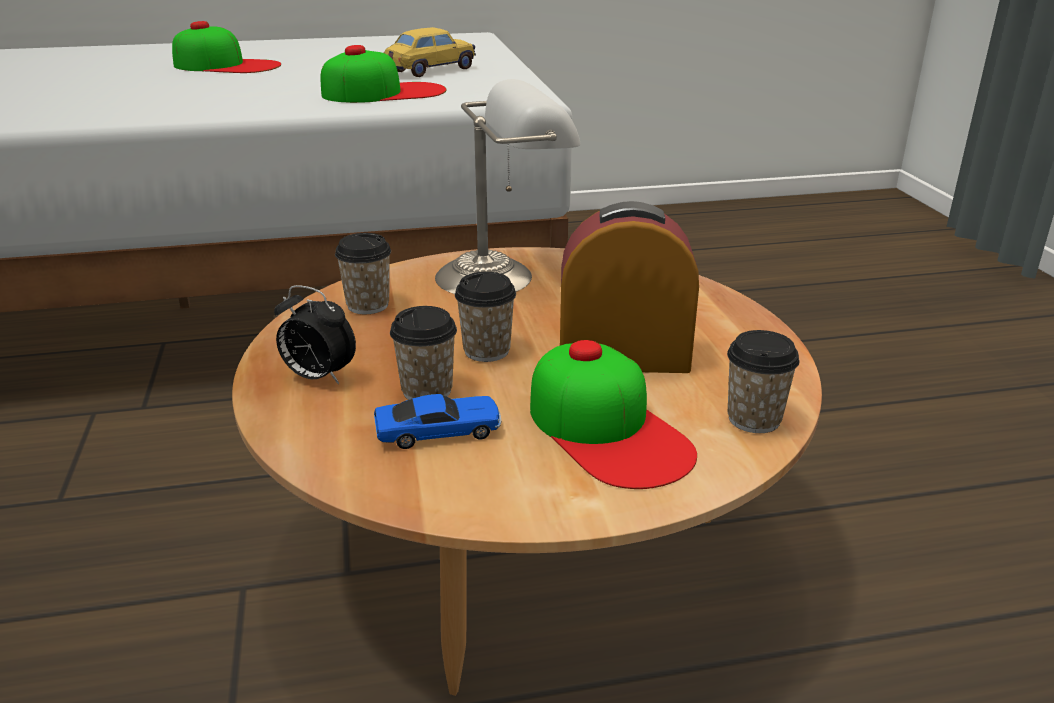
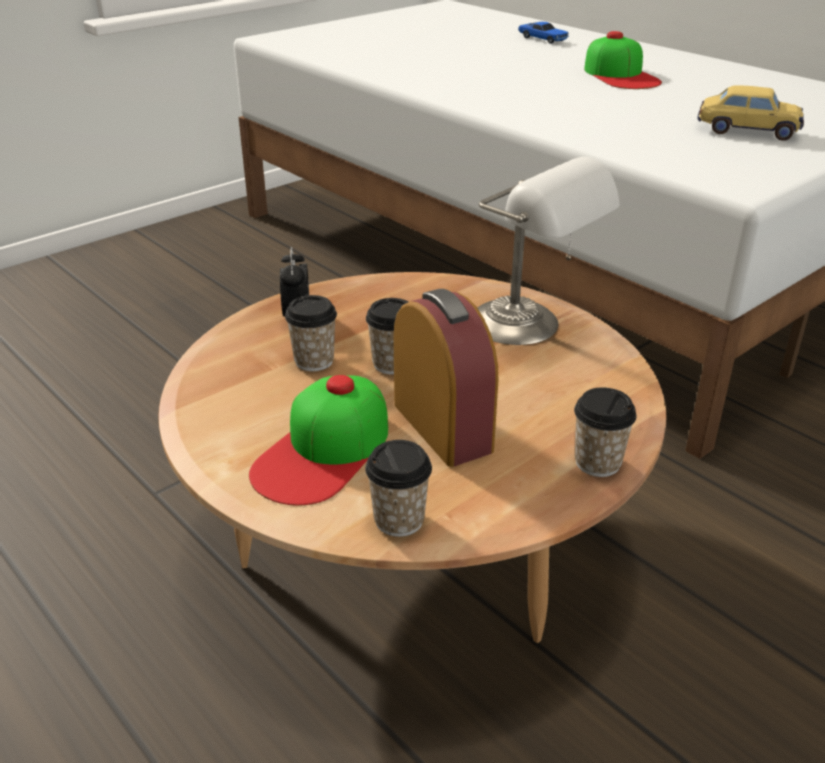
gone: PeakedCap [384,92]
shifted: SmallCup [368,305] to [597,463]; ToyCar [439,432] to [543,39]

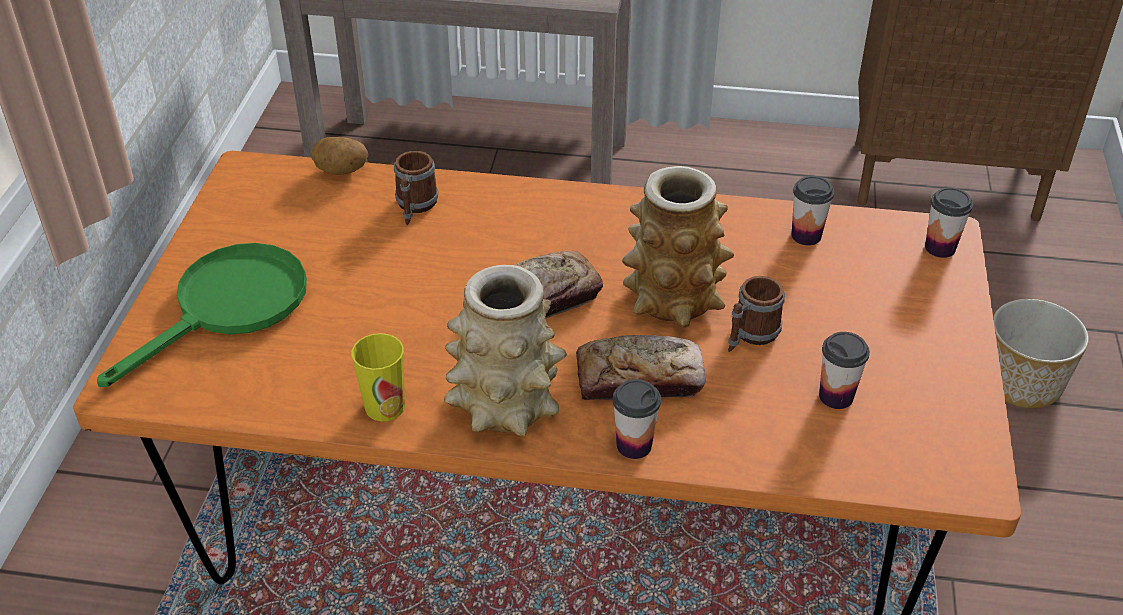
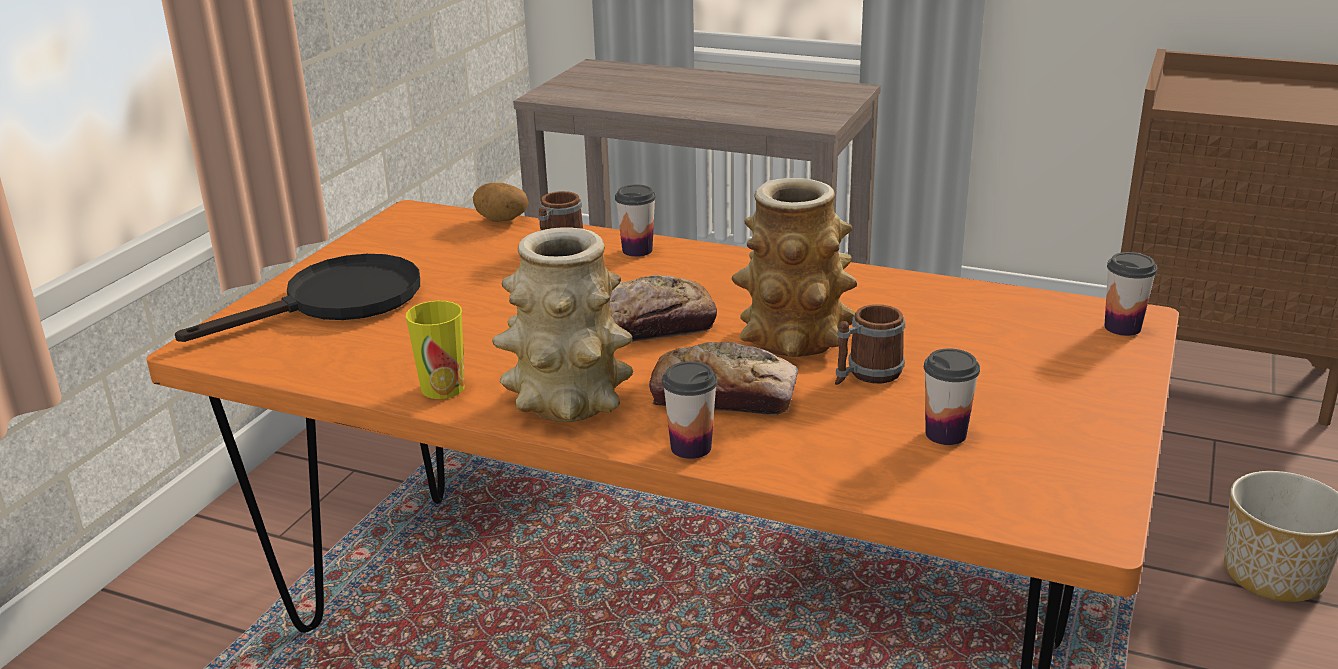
shifted: SmallCup [806,236] to [637,250]
repainted: GreenishPan [229,307] to BlackishPan [336,302]

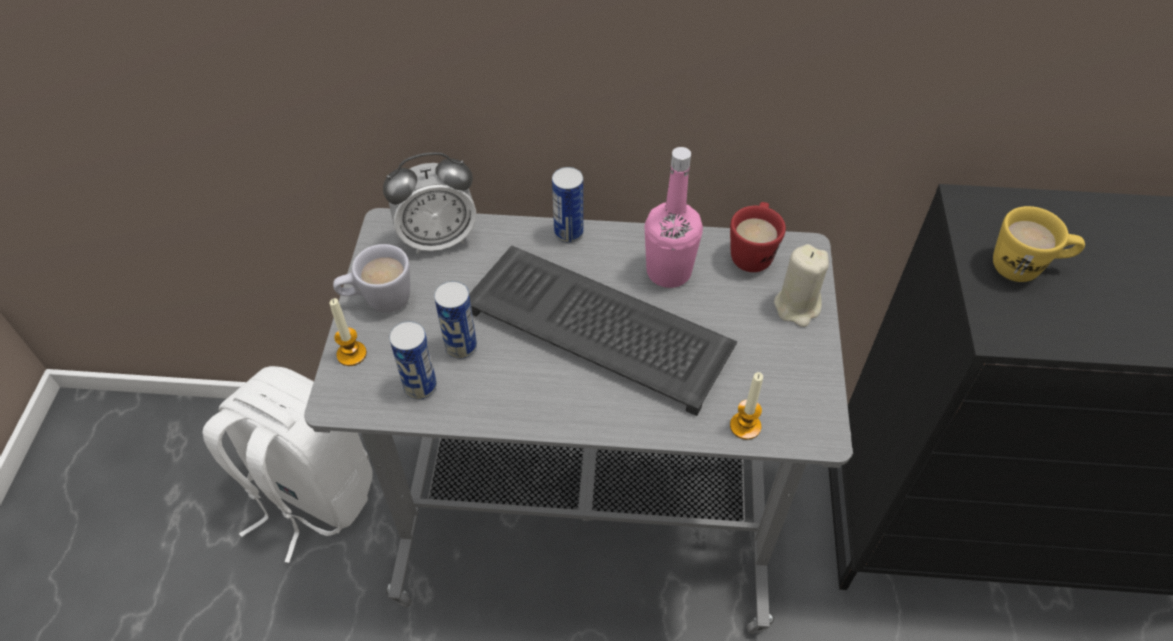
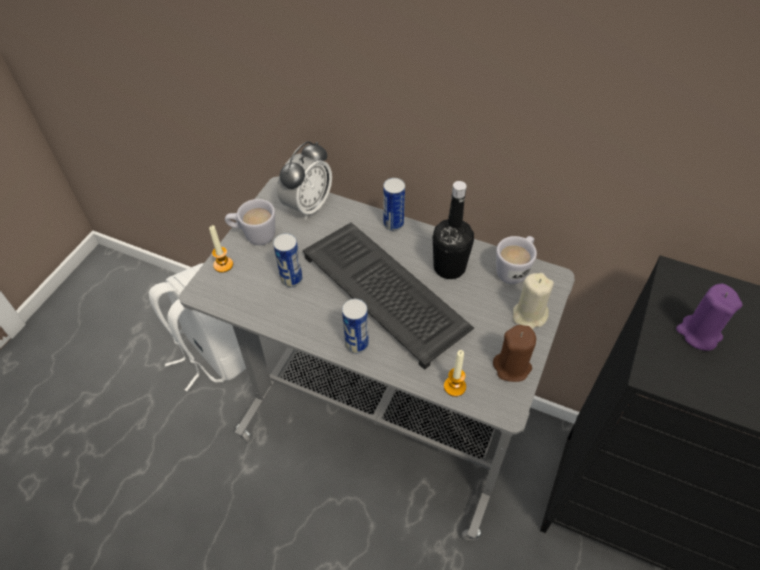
new: BrownColouredWaxLight [512,366]
shifted: MetalCan [420,386] to [356,344]
swapped: YellowColouredCoffeeMug [1026,268] to PurpleWaxLight [698,333]
repainted: PinkishBottle [668,272] to BlackishBottle [449,267]; RedCoffeeMug [753,252] to WhiteColouredCoffeeMug [514,269]
rotated: TableClock [438,239] = [308,206] 60 degrees counterclockwise

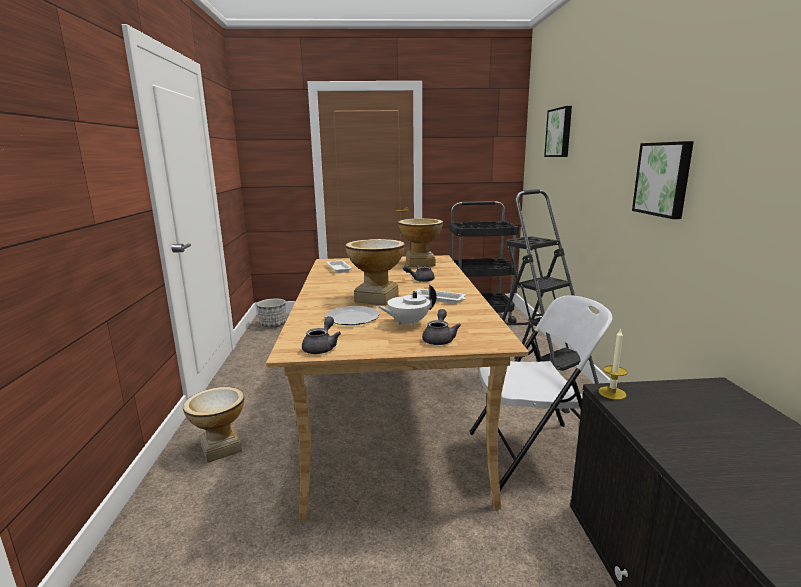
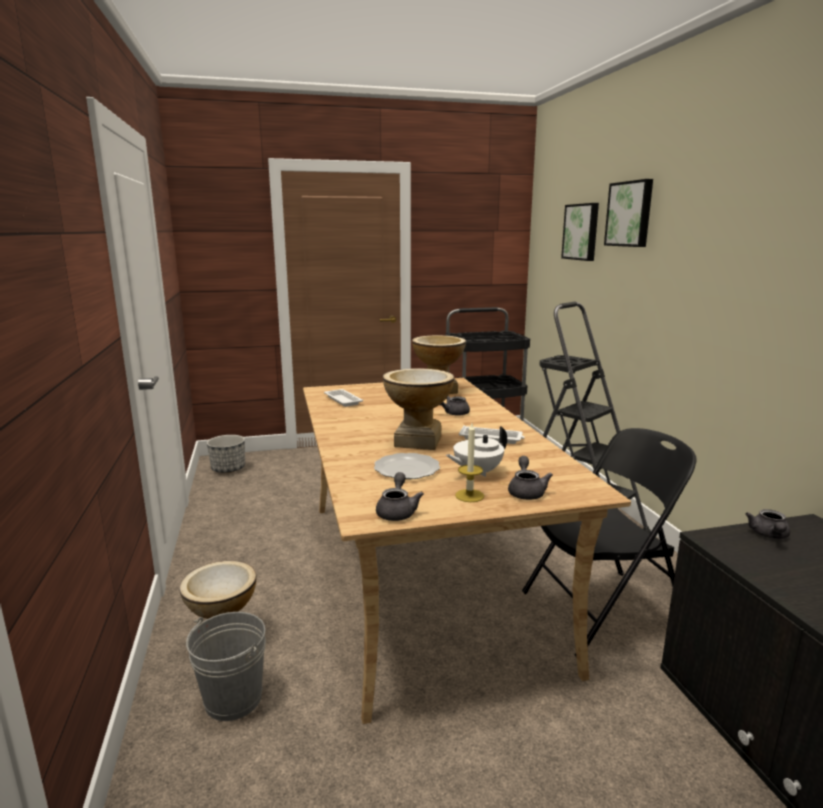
new: GrayTeaPot [769,535]; GrayBucket [233,699]
shifted: WallPicture [664,179] to [630,214]; WaxLight [612,393] to [469,495]
repainted: WhiteColouredPlainChair [534,455] to BlackishPlainChair [602,612]

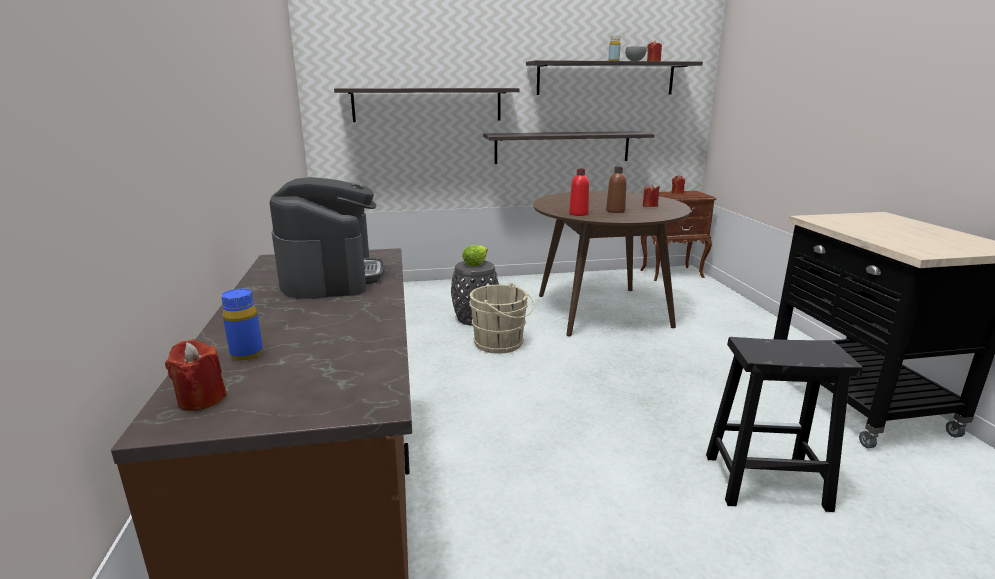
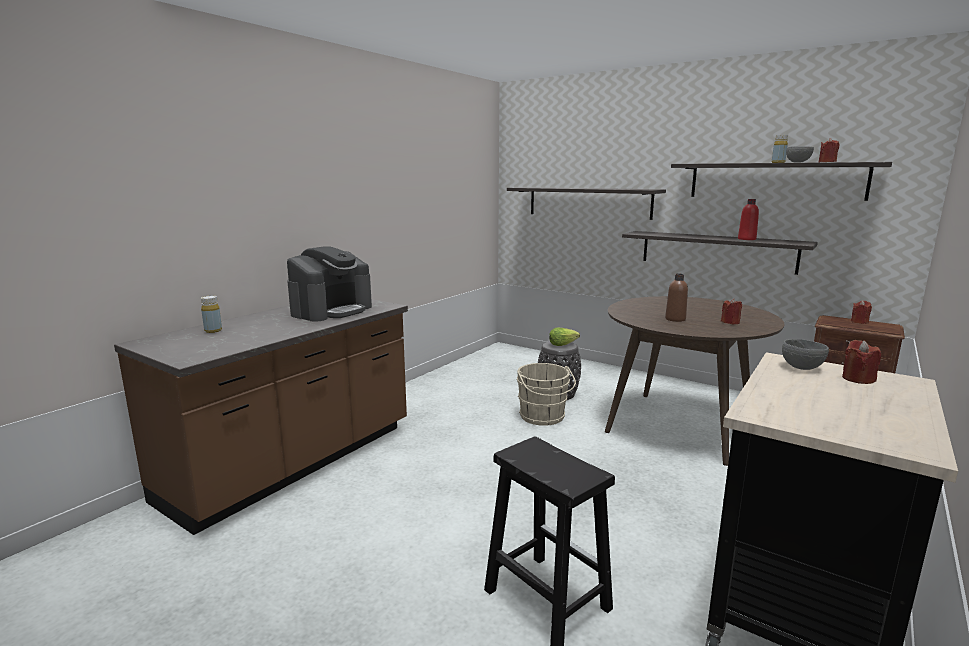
new: GrayBowl [801,368]
shifted: RedBottle [578,214] to [746,239]; RedWaxLight [201,399] to [858,379]
repainted: BluishBottle [247,354] to YellowColouredBottle [213,330]

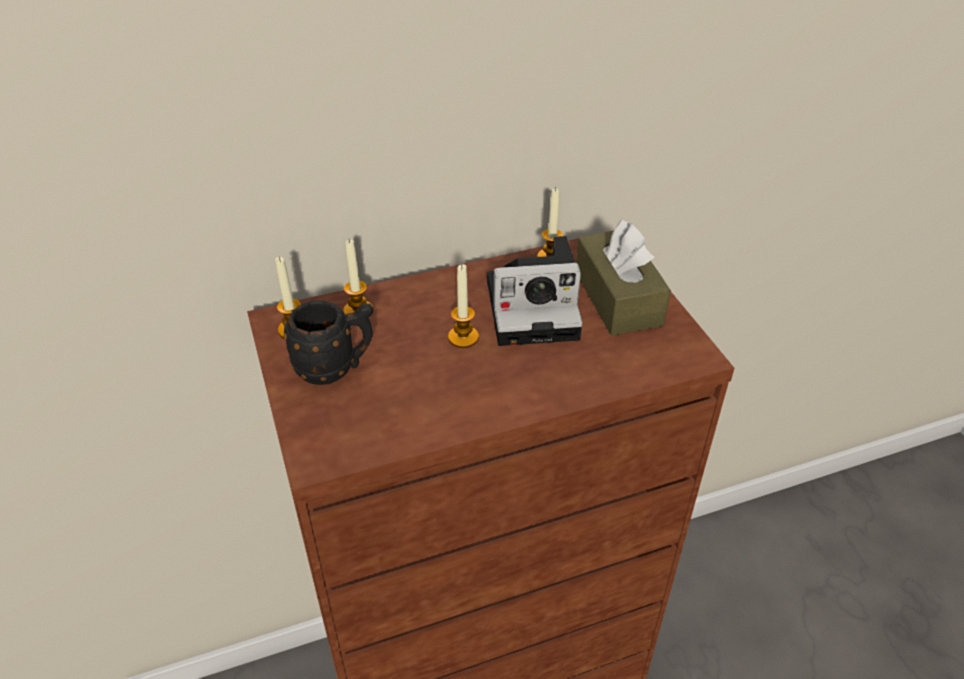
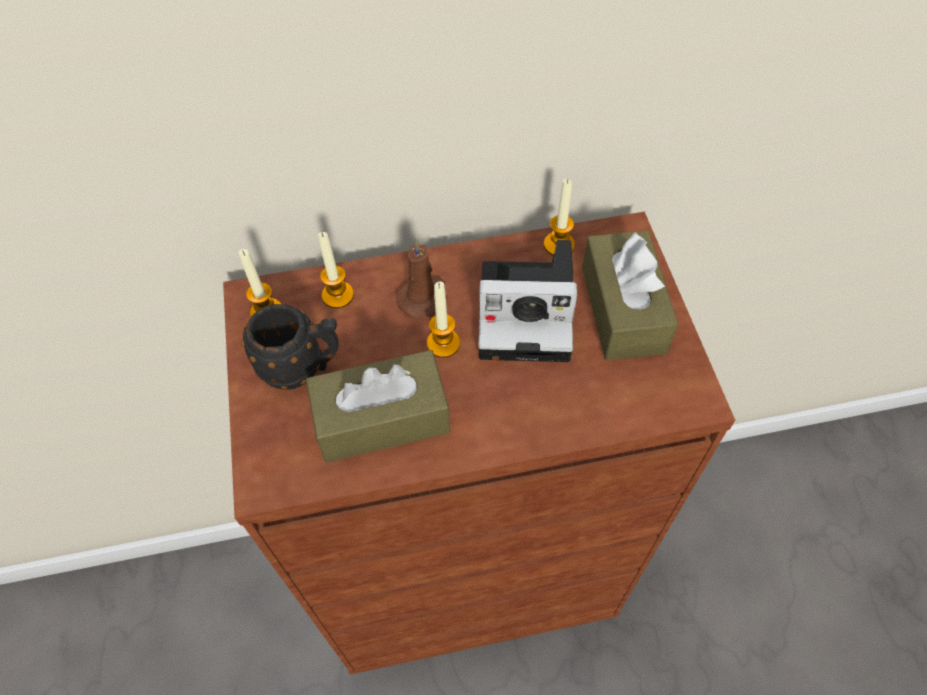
new: BrownColouredWaxLight [423,297]; BrownColouredBoxOfTissues [382,419]

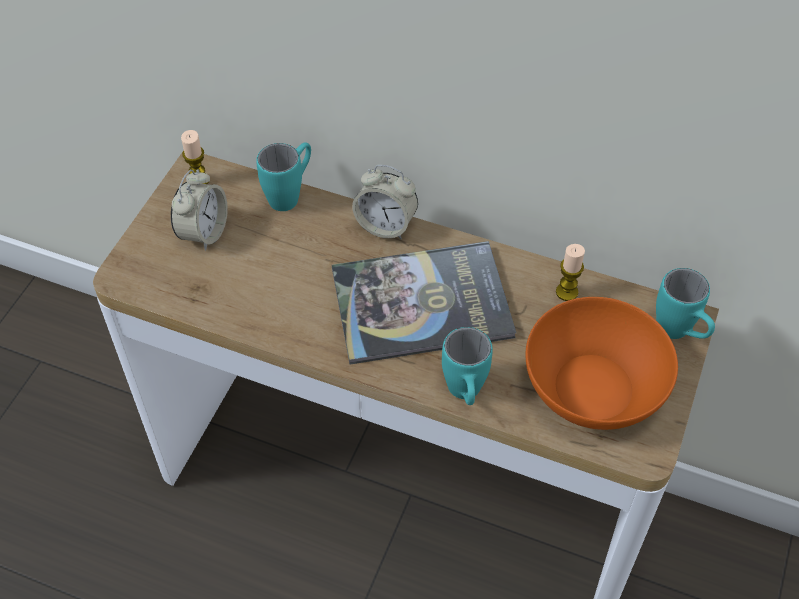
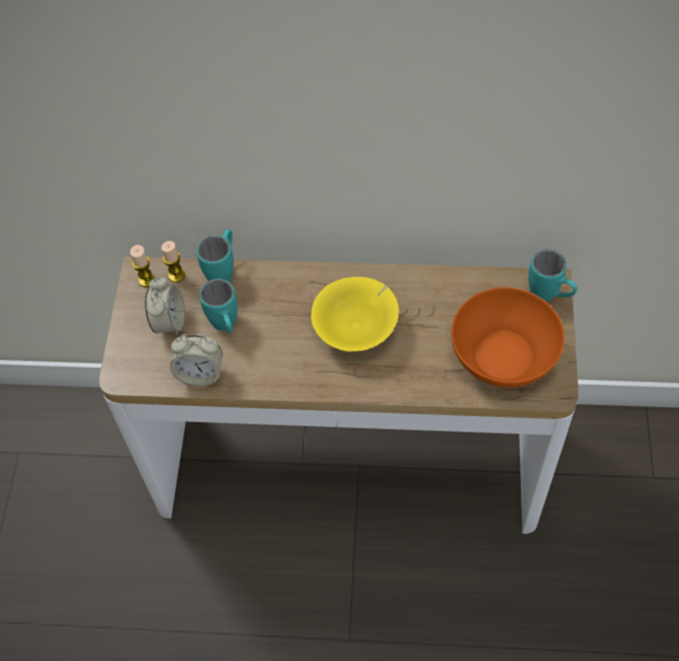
shifted: TableClock [385,225] to [200,373]; WaxLight [566,292] to [176,275]; BlueGreenCoffeeMug [465,395] to [226,327]
swapped: BoundBook [421,303] to YellowColouredBowl [357,329]

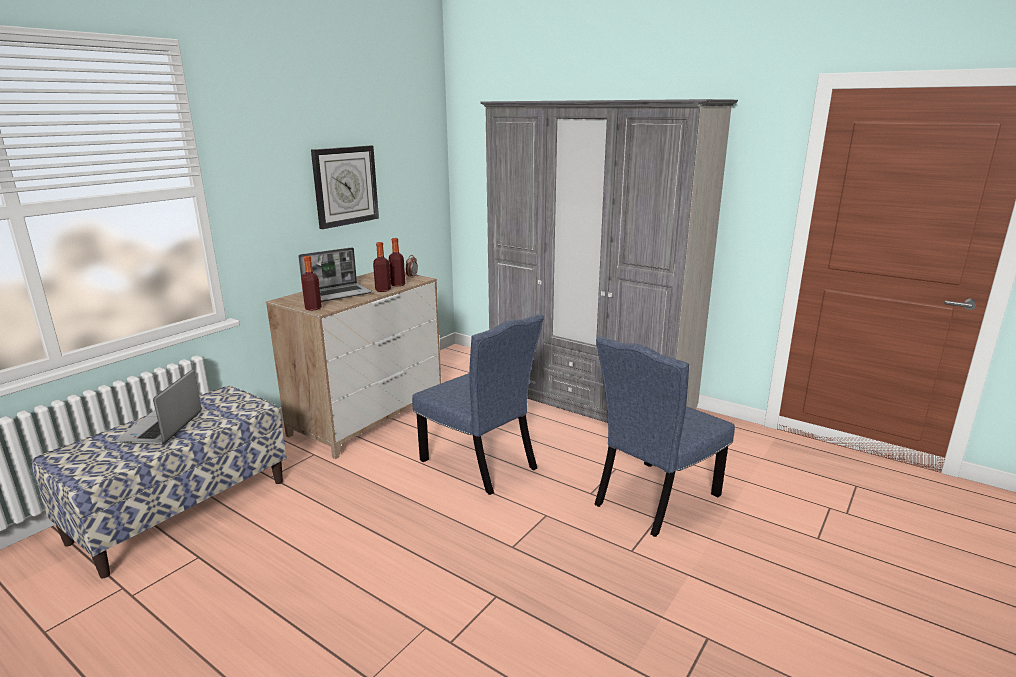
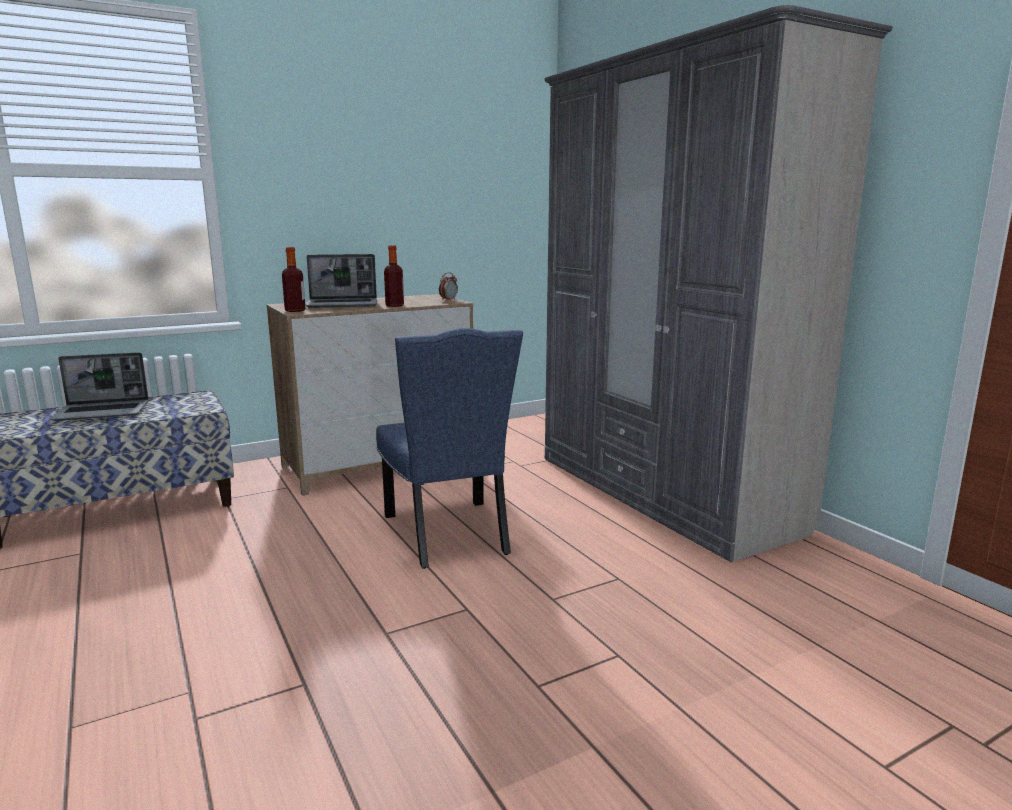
gone: HangingClock [345,186]; Bottle [398,284]; BluishPlainChair [656,497]
rotated: NotebookComputer [162,428] = [104,412] 135 degrees counterclockwise

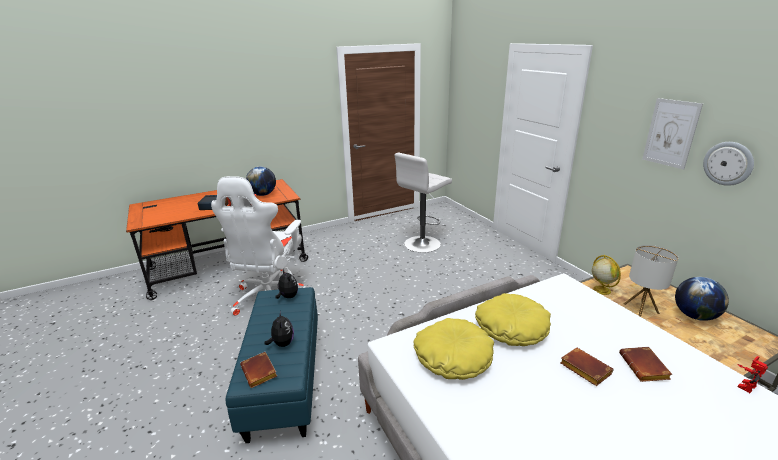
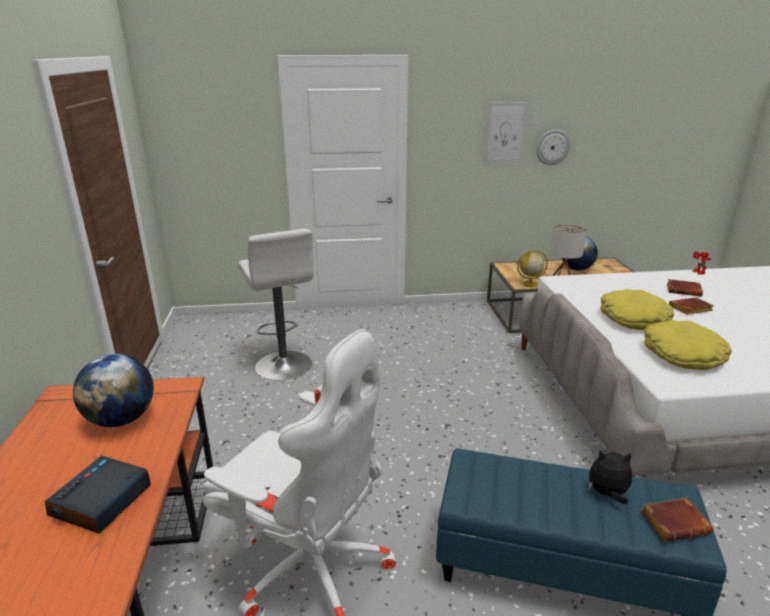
gone: CuddlyToy [288,297]

